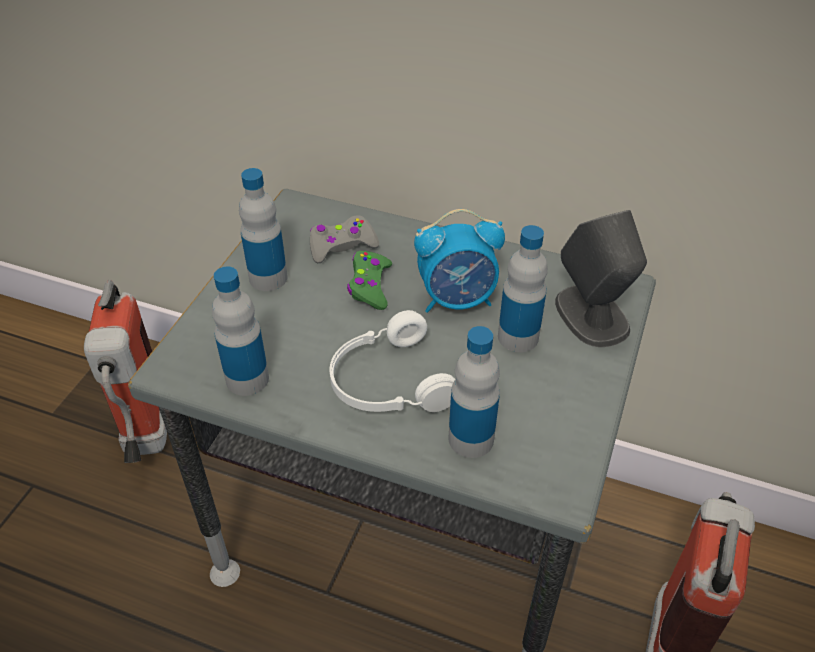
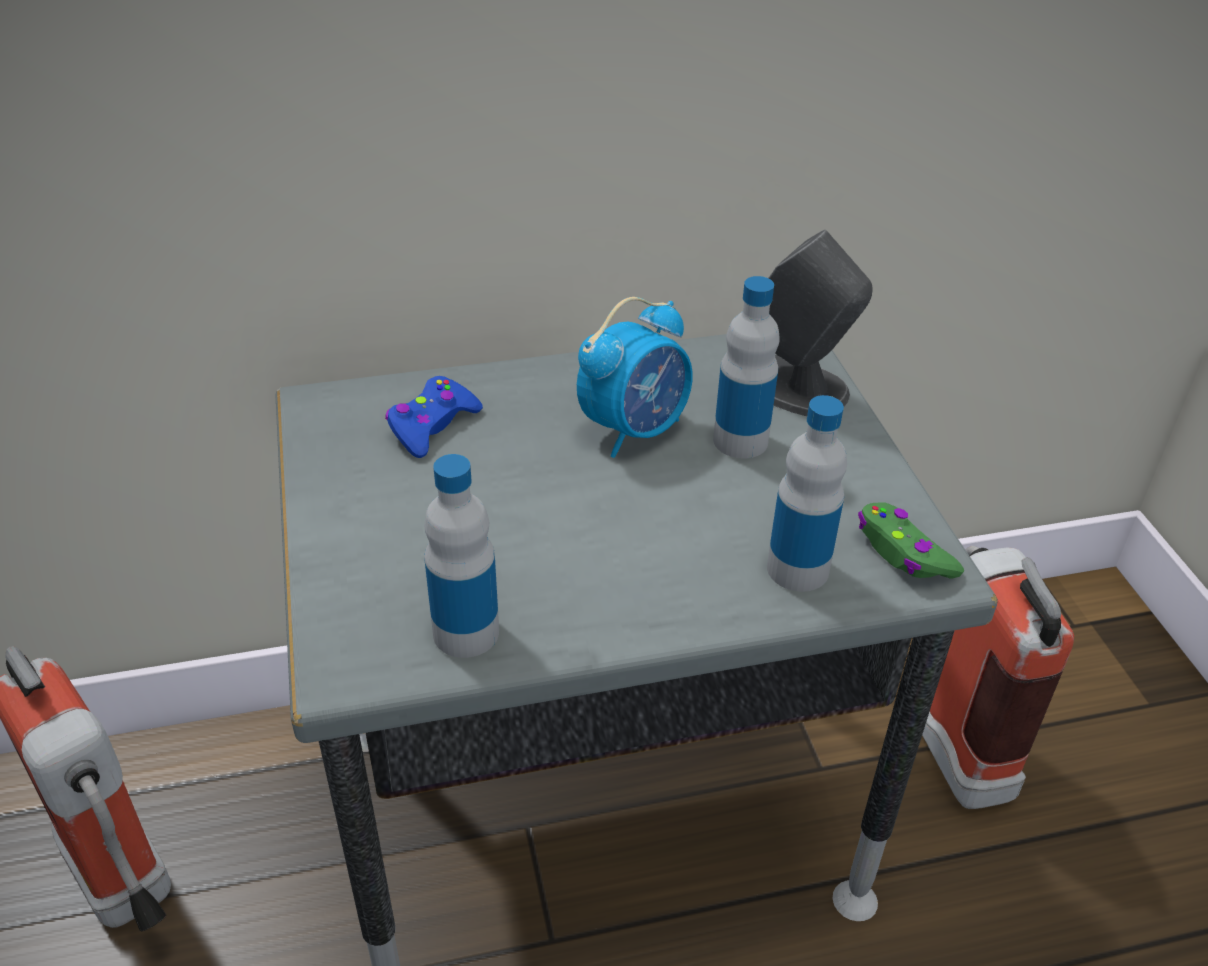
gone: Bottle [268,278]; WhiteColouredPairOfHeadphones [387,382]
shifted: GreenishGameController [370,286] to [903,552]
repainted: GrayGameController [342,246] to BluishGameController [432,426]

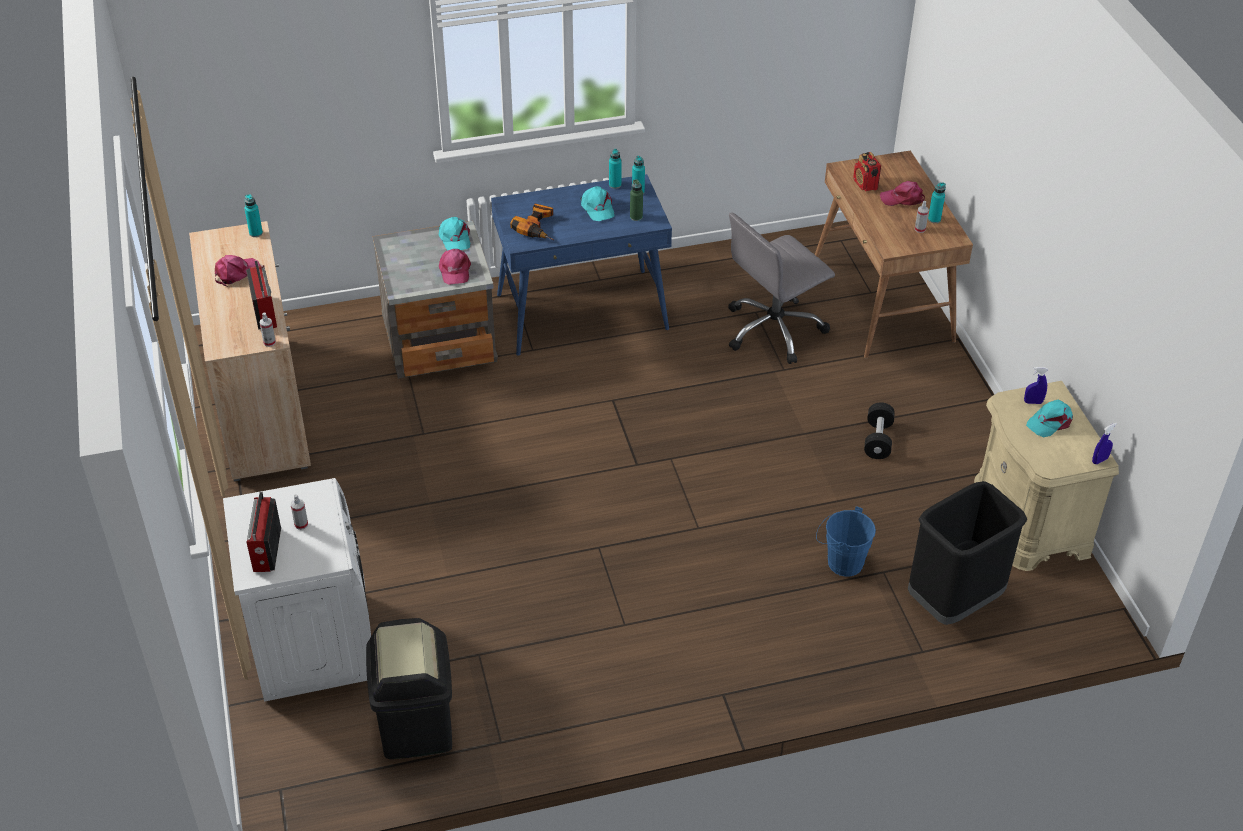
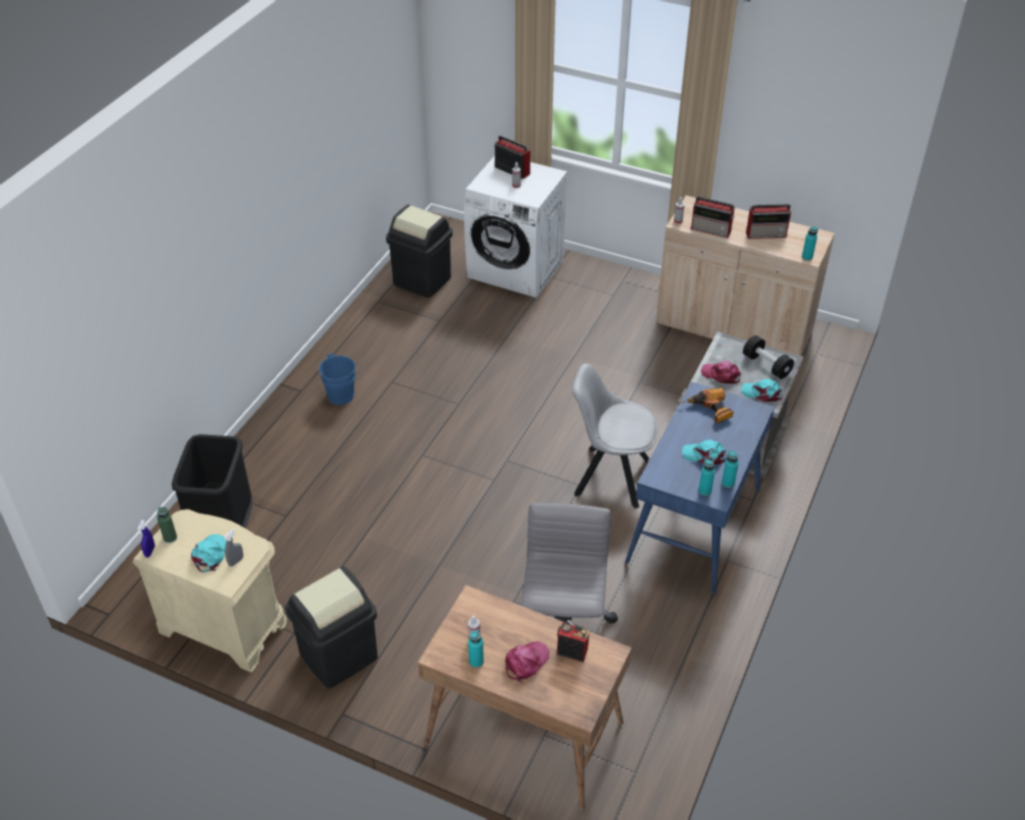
new: GrayPlainChair [610,476]; BlackishTrashCan [338,656]
shifted: GreenishBottle [636,217] to [170,538]; BlackishHandWeight [878,440] to [766,365]; BluishBucket [841,561] to [344,395]
swapped: PinkishPeakedCap [236,273] to RadioReceiver [766,234]
repainted: BluishHandSprayer [1033,402] to GrayHandSprayer [236,561]

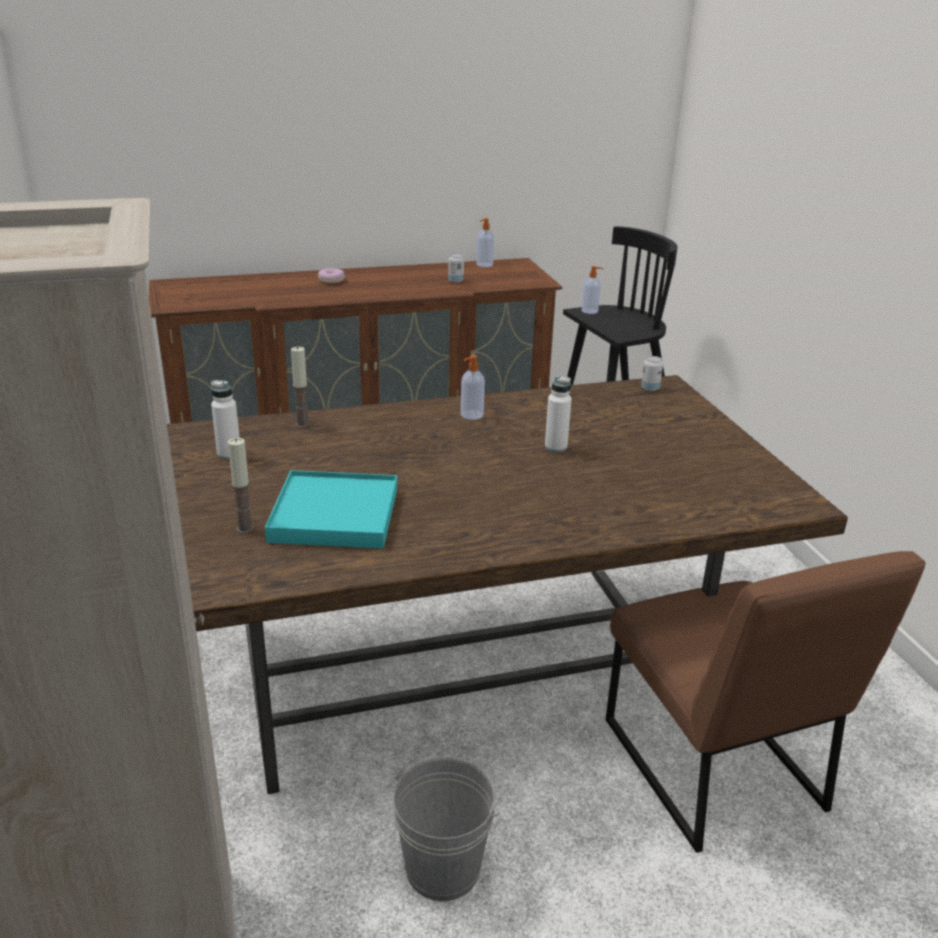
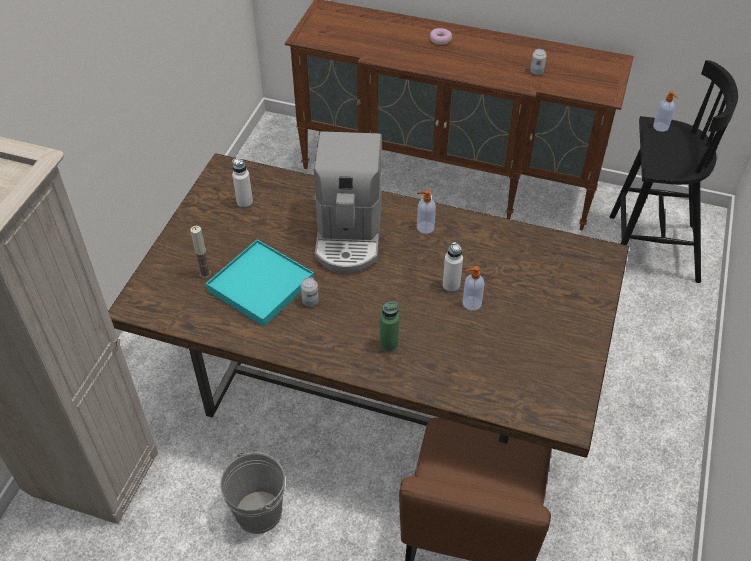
gone: WaxLight [302,424]
new: CoffeeMachine [349,235]; GreenishBottle [389,344]
shifted: SoapBottle [484,265] to [471,303]; MetalCan [650,388] to [310,301]

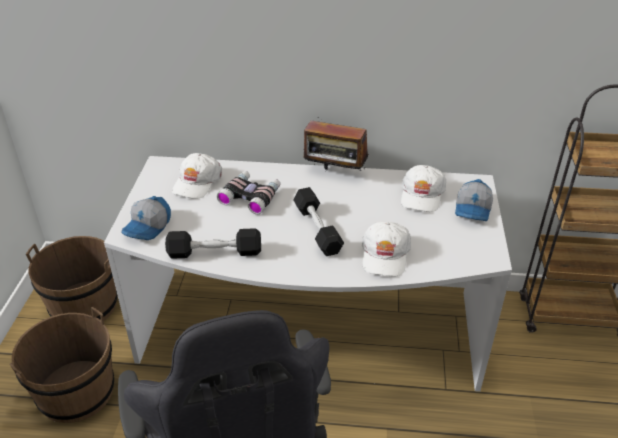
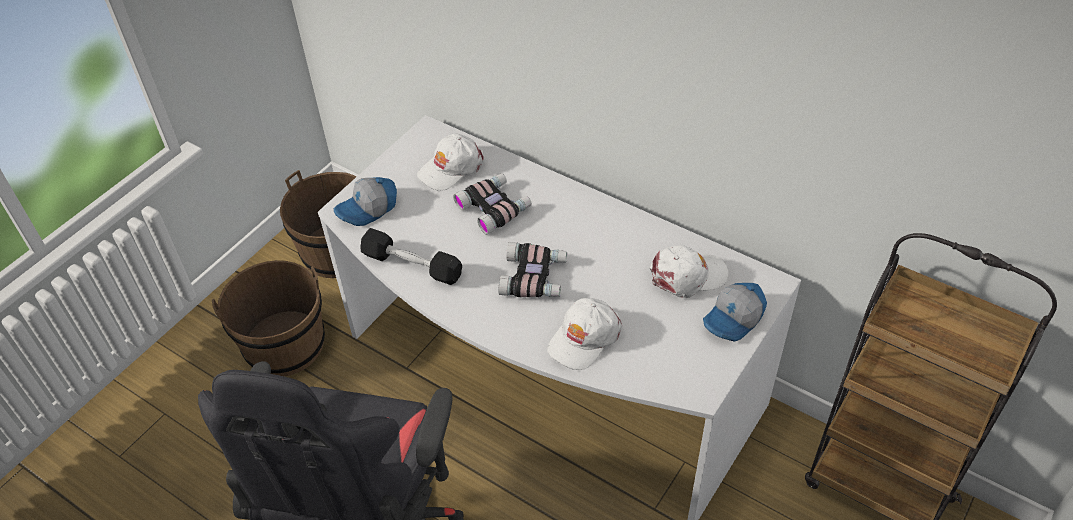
gone: RadioReceiver [334,174]
swapped: BlackishHandWeight [317,229] to PairOfBinoculars [535,277]
rotated: WhiteColouredPeakedCap [422,195] = [688,276] 150 degrees counterclockwise

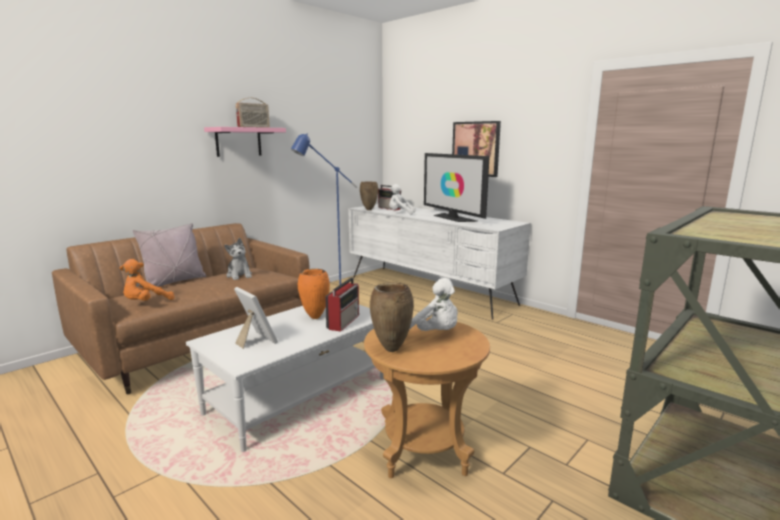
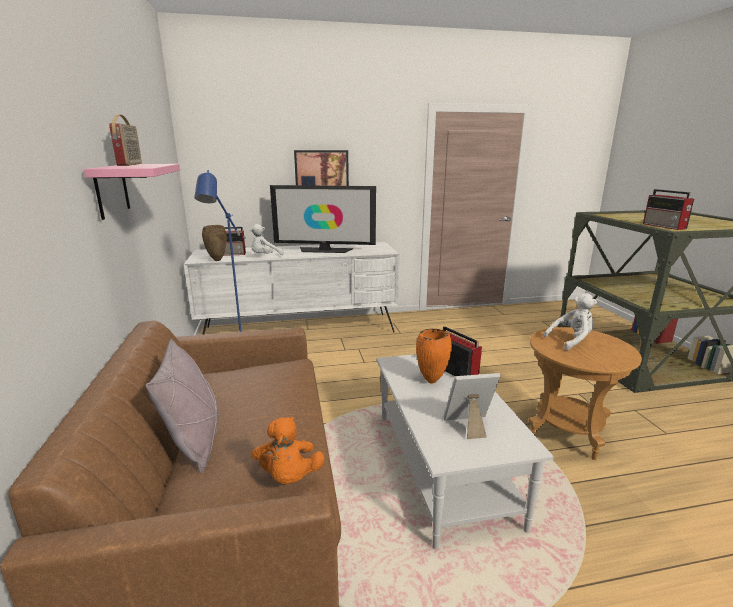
gone: CuddlyToy [239,275]; BrownColouredVase [390,349]
new: RadioReceiver [665,226]

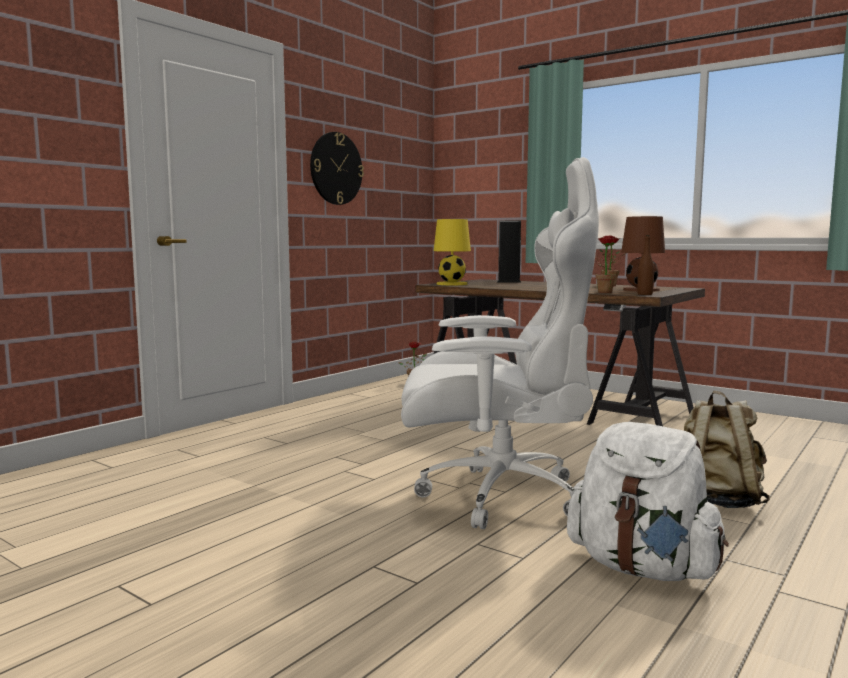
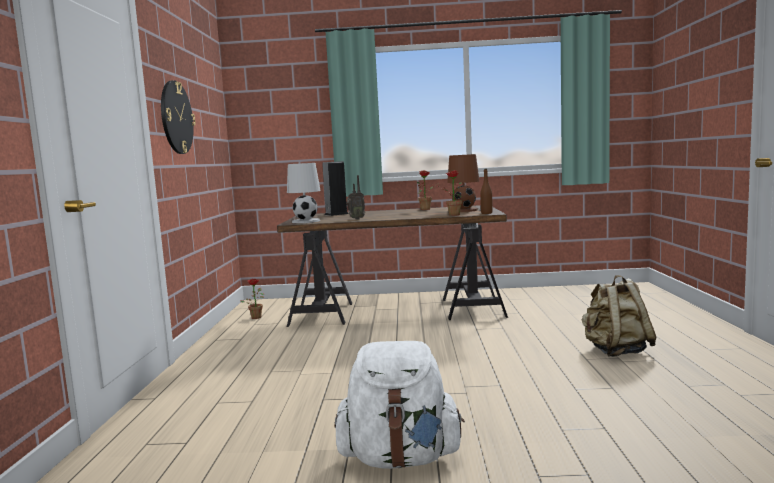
gone: WhiteColouredComputerChair [490,497]
new: RadioReceiver [356,219]
shifted: WhiteColouredKnapsack [642,568] to [400,458]
repainted: YellowColouredTableLamp [451,284] to WhiteColouredTableLamp [305,221]

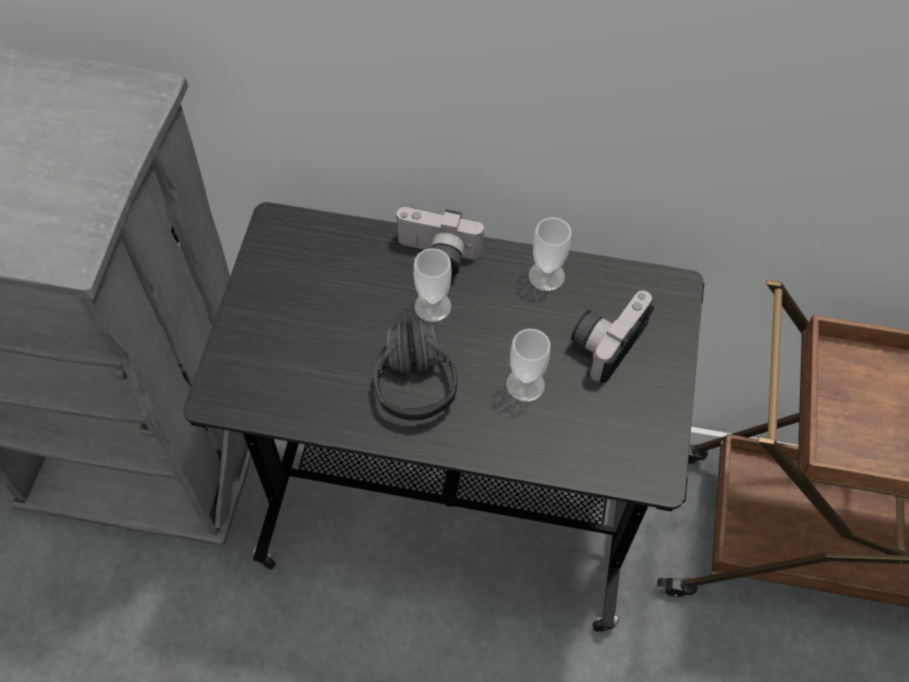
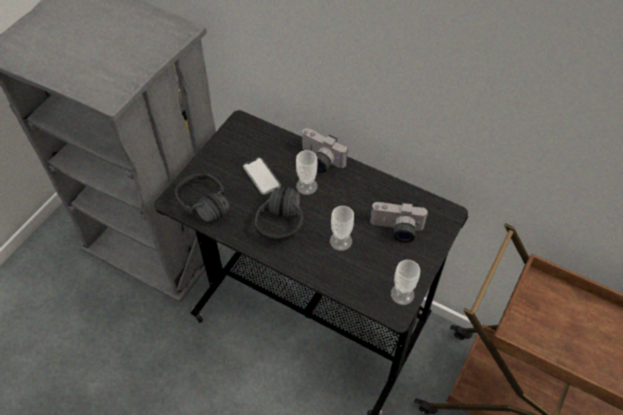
new: Phone [261,176]; BlackishPairOfHeadphones [197,210]
shifted: SmallCup [546,276] to [402,294]
rotated: PhotoCamera [605,340] = [396,230] 135 degrees counterclockwise

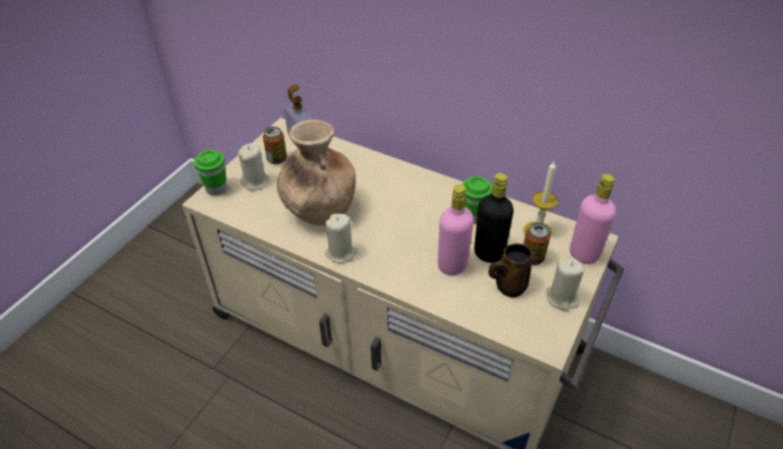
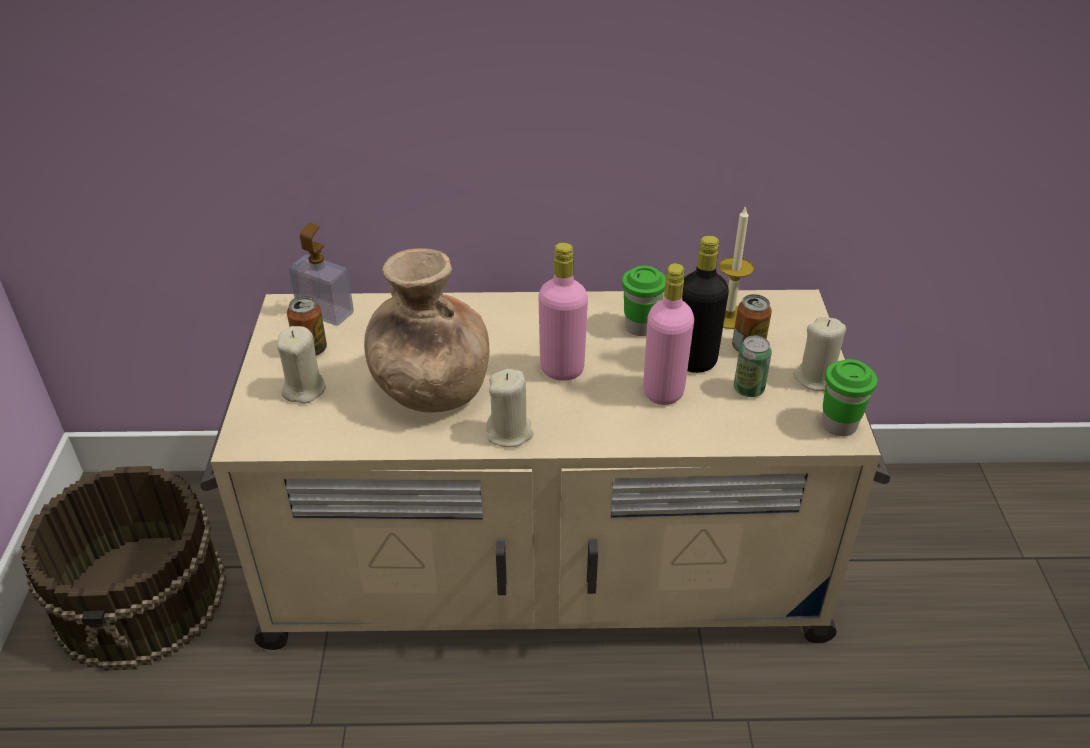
new: BrownColouredBucket [143,598]
shifted: GreenishSmallCup [216,189] to [839,425]; PinkishBottle [584,254] to [562,369]
swapped: BrownColouredCoffeeMug [508,286] to MetalCan [748,389]

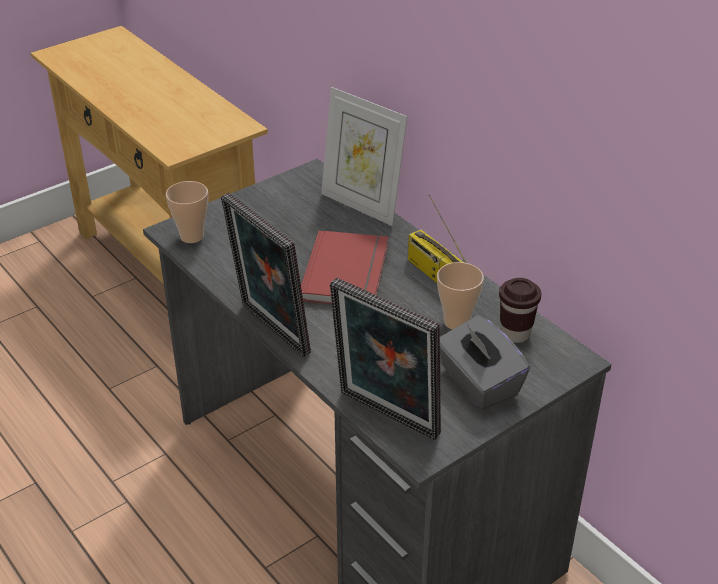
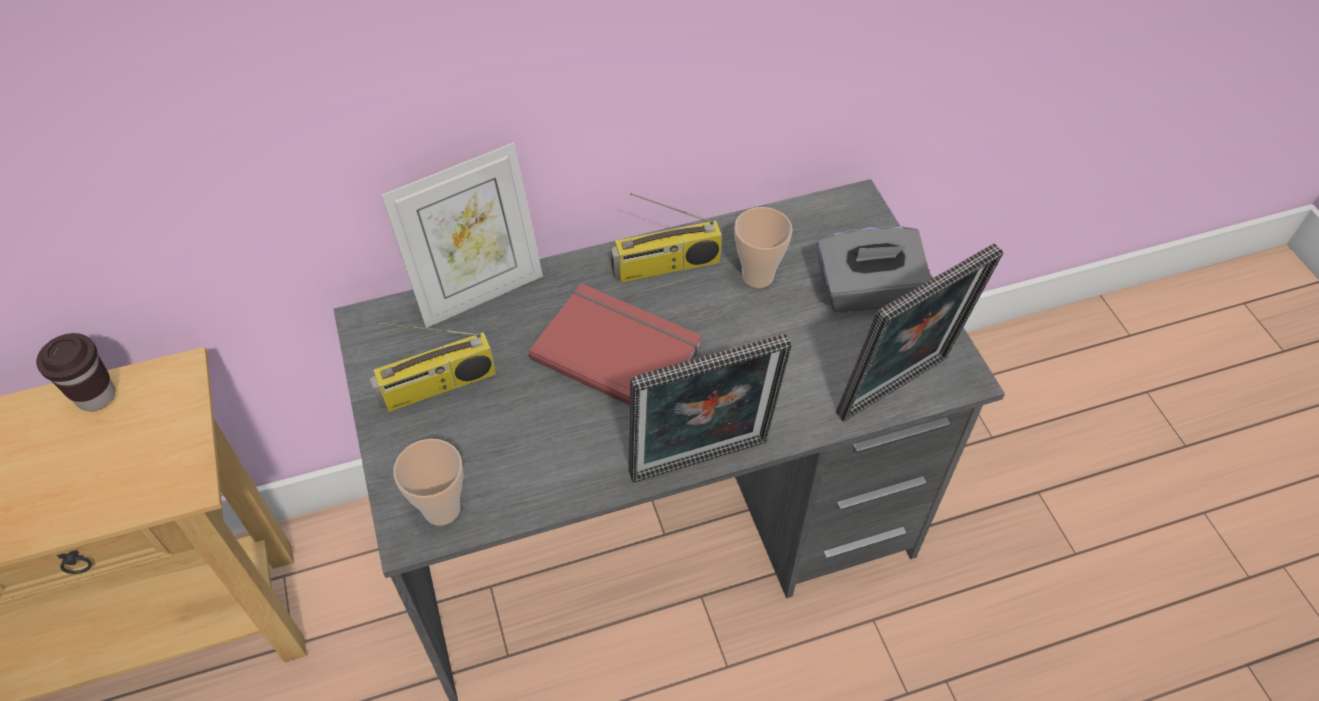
new: RadioReceiver [437,387]
shifted: BrownColouredSmallCup [515,334] to [96,396]

